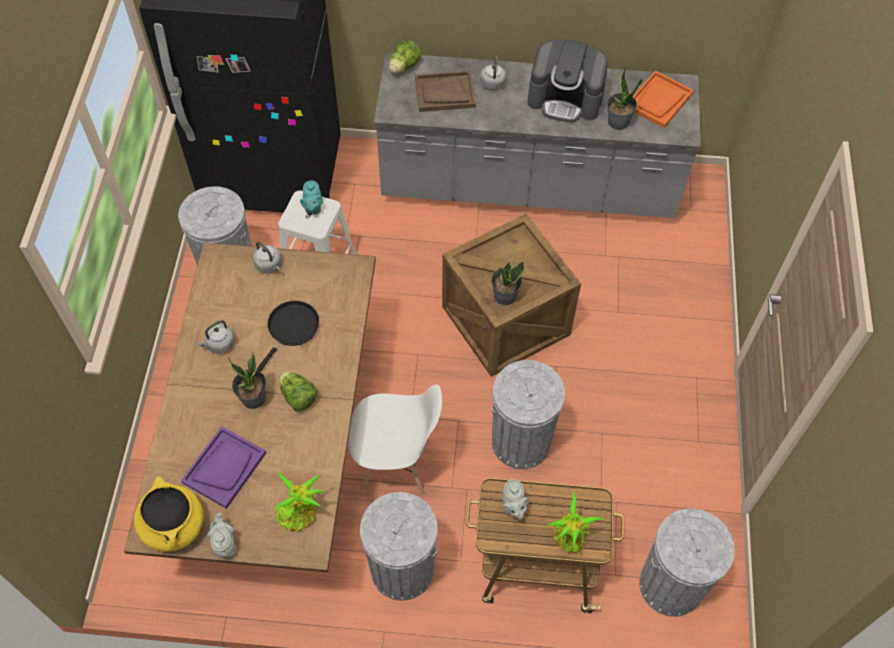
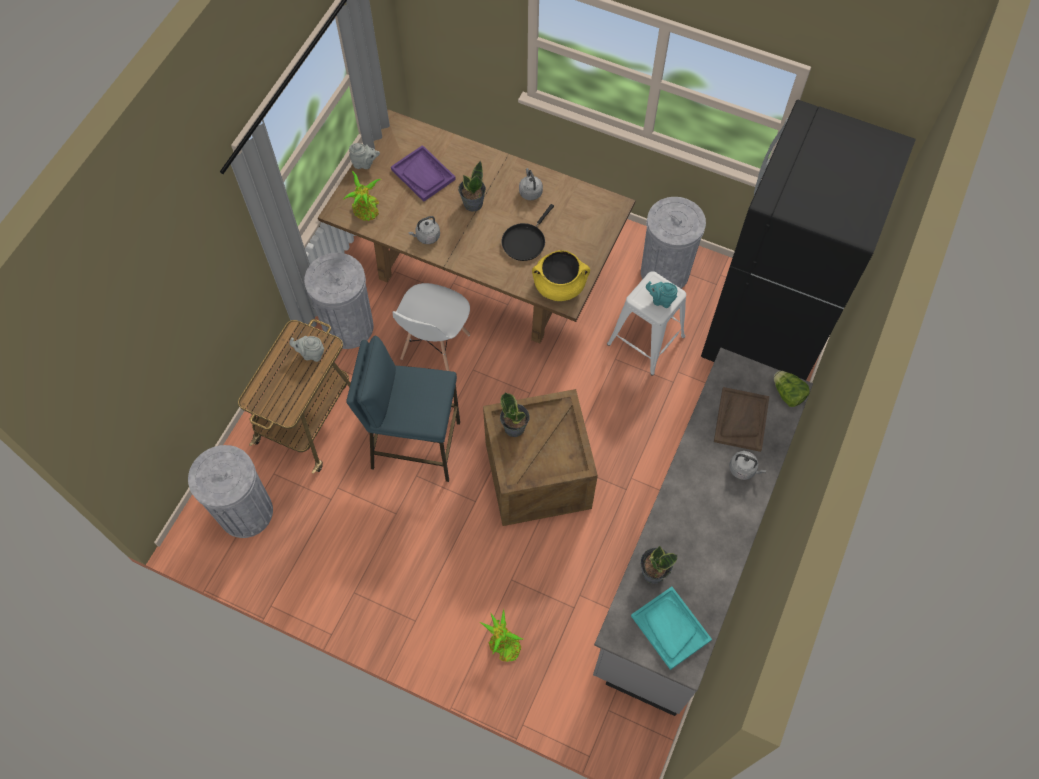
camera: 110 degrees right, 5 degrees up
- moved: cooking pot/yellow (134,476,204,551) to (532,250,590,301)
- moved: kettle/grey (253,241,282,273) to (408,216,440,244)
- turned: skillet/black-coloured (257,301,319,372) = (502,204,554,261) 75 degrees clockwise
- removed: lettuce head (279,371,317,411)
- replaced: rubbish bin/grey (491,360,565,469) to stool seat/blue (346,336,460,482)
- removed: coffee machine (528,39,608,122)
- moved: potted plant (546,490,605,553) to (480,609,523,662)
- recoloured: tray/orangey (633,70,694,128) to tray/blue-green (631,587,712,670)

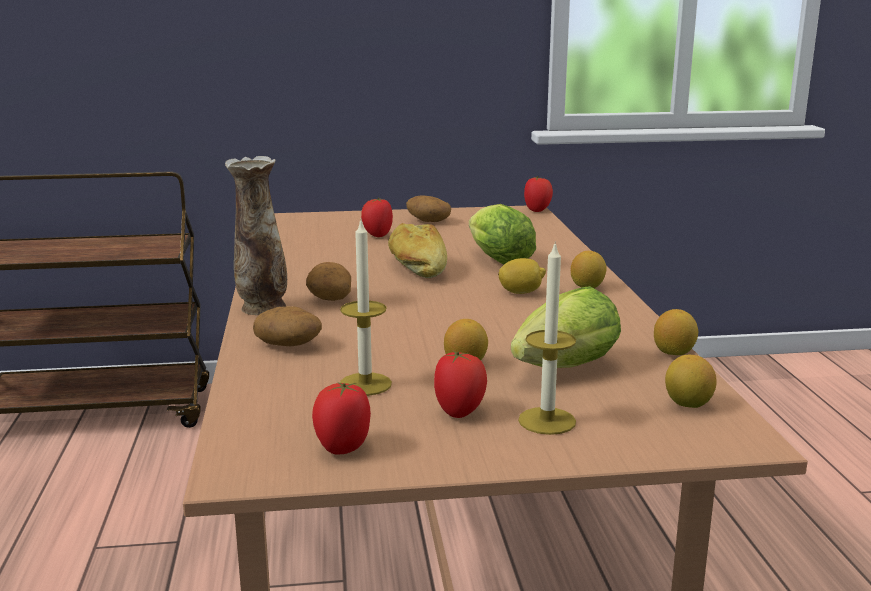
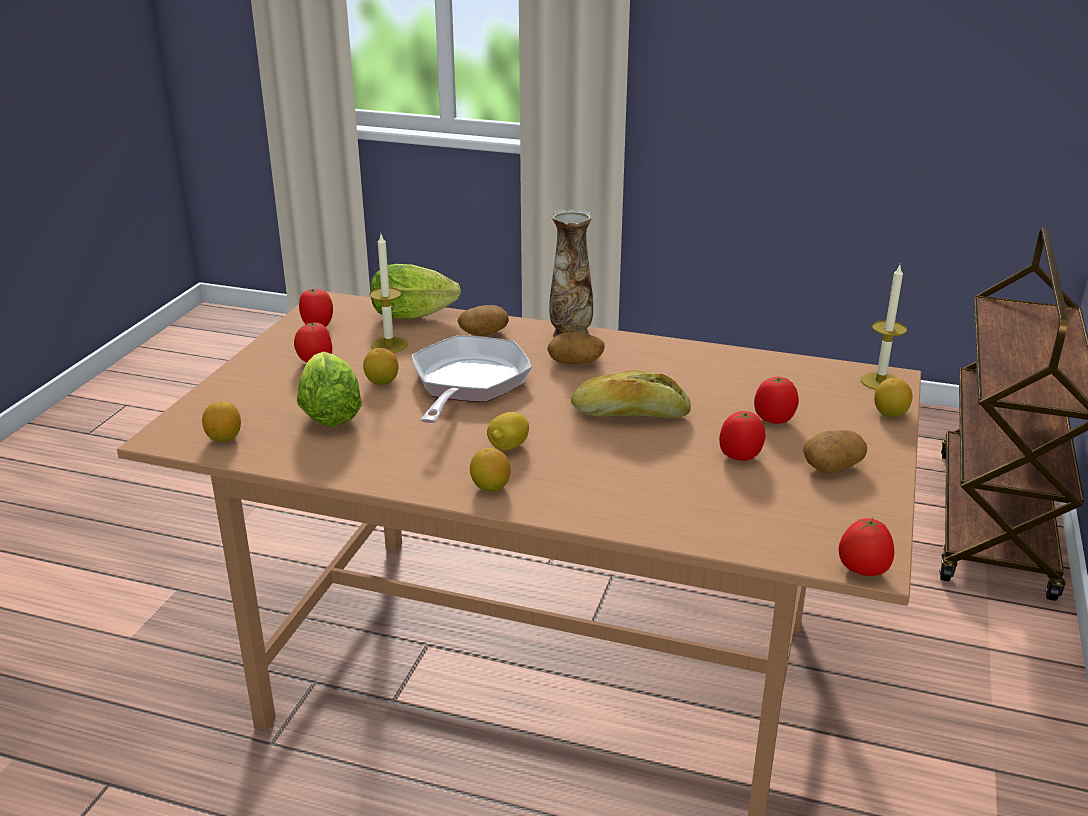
camera: 115 degrees right, 10 degrees up
- moved: lettuce head (469,204,536,265) to (370,264,461,319)
- moved: wax light (518,241,576,435) to (861,265,907,390)
- moved: whole lemon (654,309,698,355) to (874,378,913,417)
- added: skillet (412,335,532,423)
- added: fresh tomato (719,411,766,461)

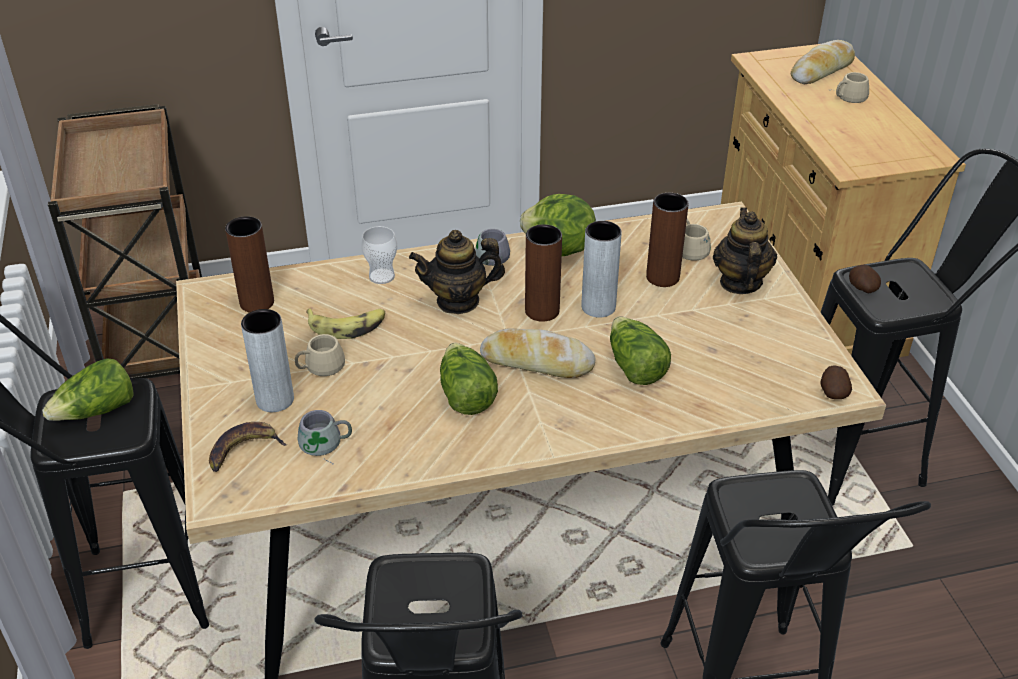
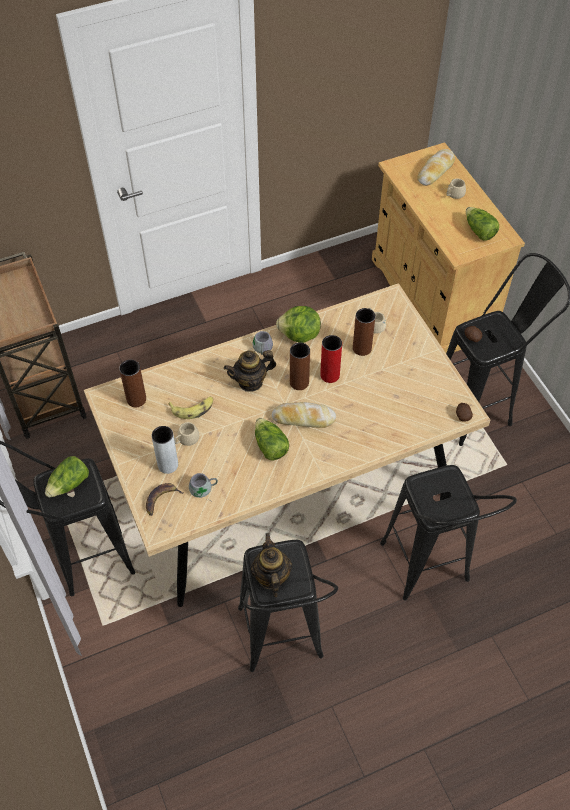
camera: 10 degrees left, 15 degrees up
- removed: cup (361,226,398,284)
- recoloured: decorative vase/grey (582,221,622,318) to decorative vase/red (320,335,342,383)
- moved: lettuce head (610,316,671,385) to (466,207,499,241)
- moved: tea pot (713,207,777,294) to (251,533,292,597)

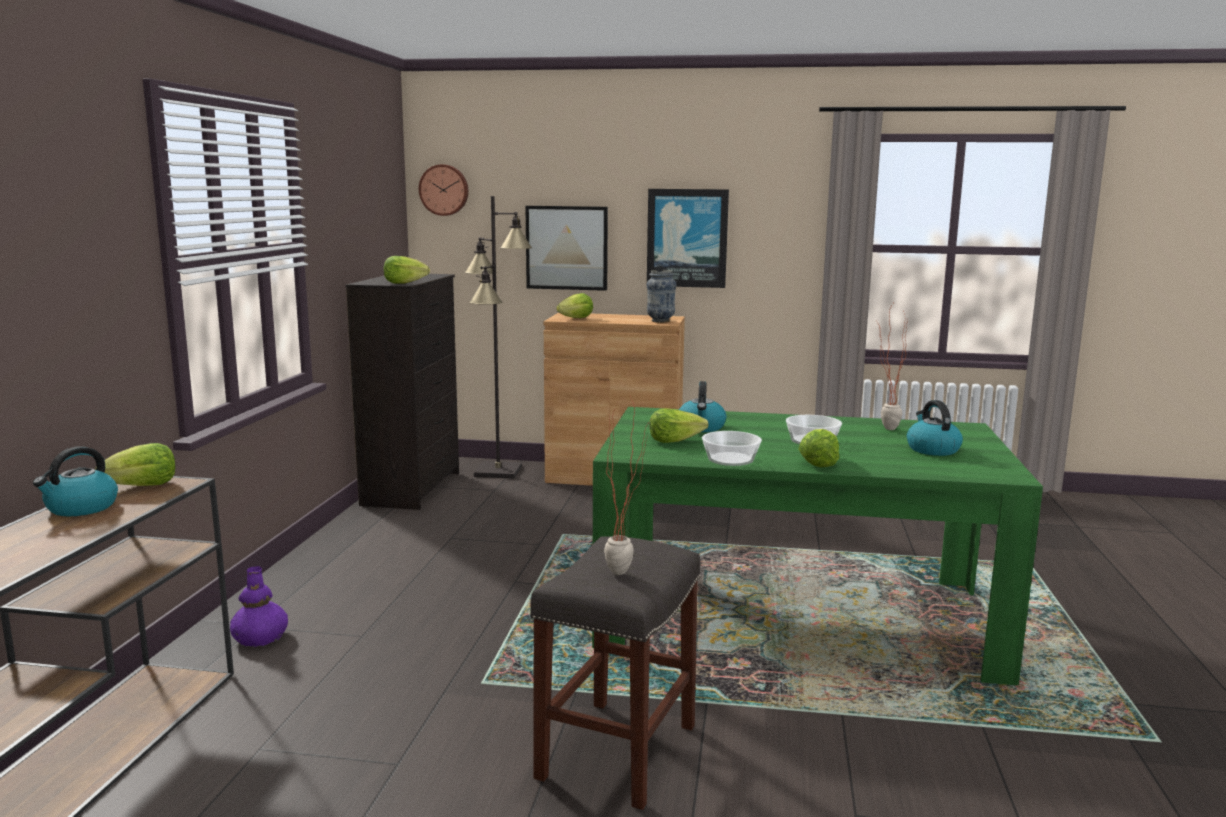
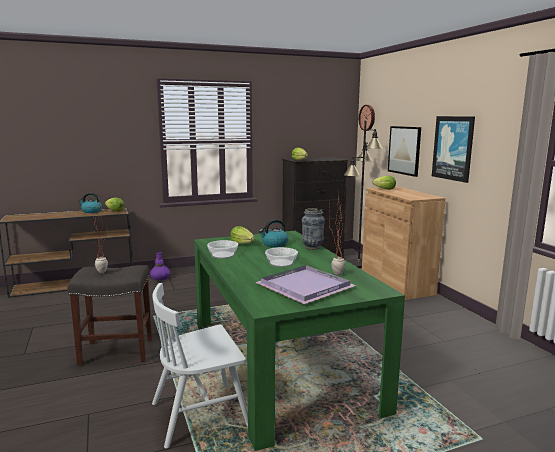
camera: 60 degrees right, 0 degrees up
- moved: decorative vase (647,270,677,323) to (302,208,325,250)
- removed: lettuce head (798,429,839,467)
- replaced: kettle (907,400,963,456) to tray/purplish (255,265,356,304)
- added: plain chair/white (152,283,248,448)

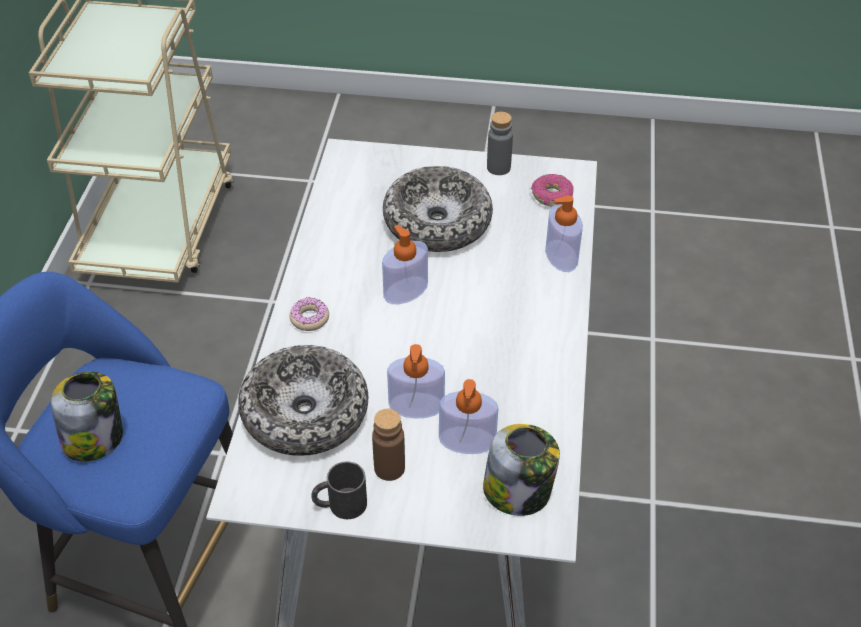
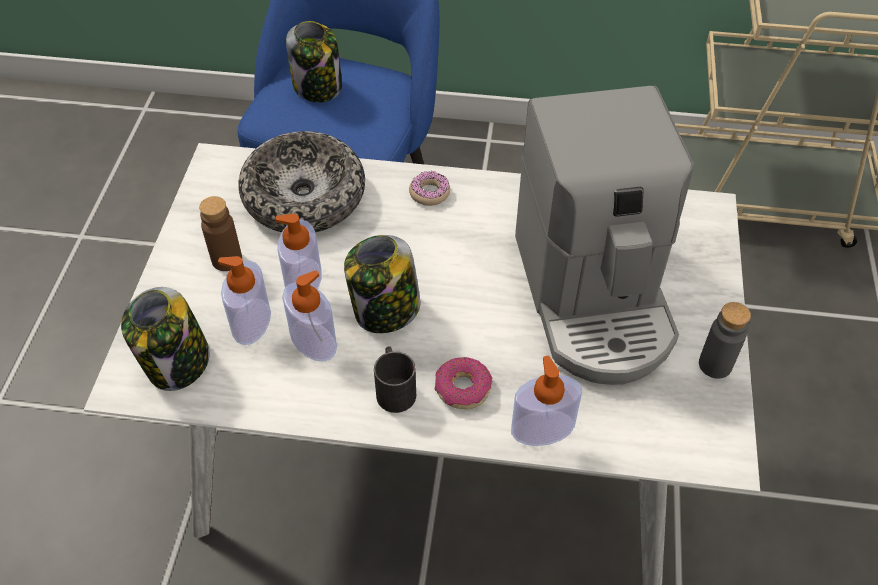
camera: 90 degrees right, 5 degrees up
- moved: coffee mug/black-coloured (311,461,367,519) to (374,346,416,413)
- moved: soap bottle (382,225,428,304) to (282,270,337,362)
- replaced: deep dish (383,166,493,252) to coffee machine (515,86,694,385)
- moved: donut (531,174,574,207) to (435,357,492,409)
- added: preserve jar (344,235,420,333)

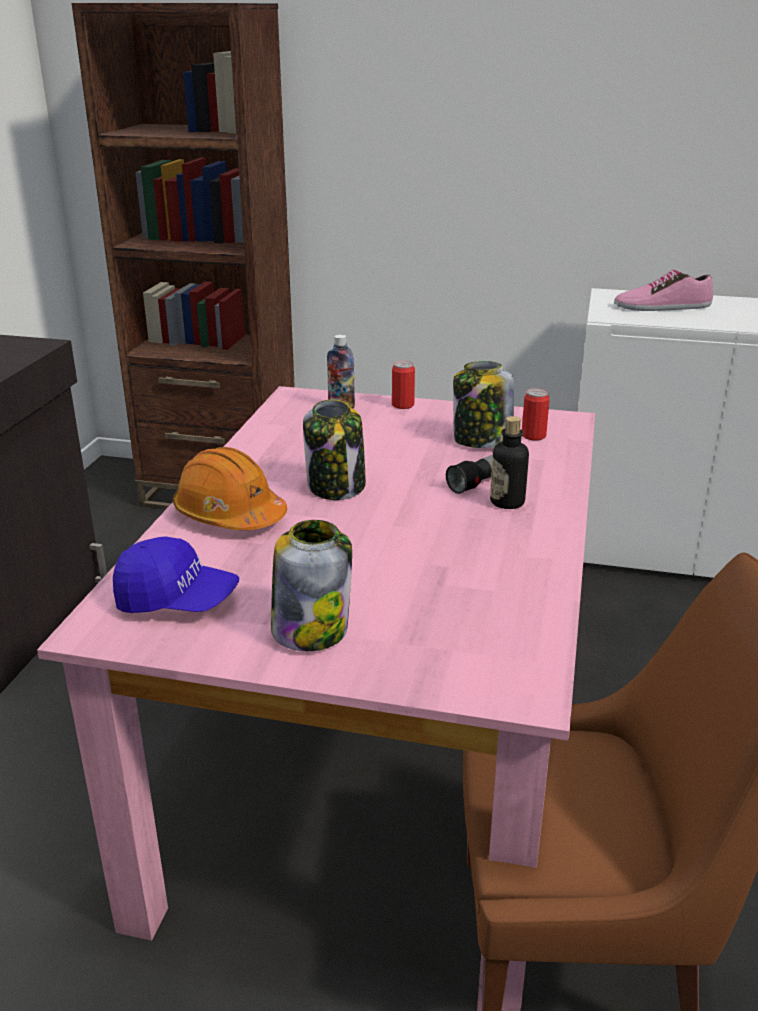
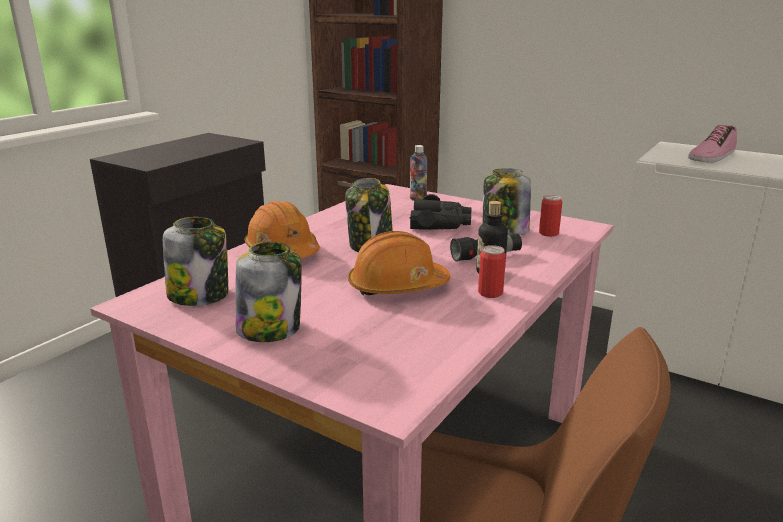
camera: 20 degrees right, 5 degrees down
- replaced: baseball cap/blue (113,536,239,613) to preserve jar (163,217,228,306)
- moved: sealed can (392,361,415,409) to (478,245,506,298)
- turned: shoe (614,270,713,311) = (688,125,737,163) 60 degrees counterclockwise
- added: work helmet/orangey (348,231,450,295)
- added: field glasses/black-coloured (410,194,471,230)

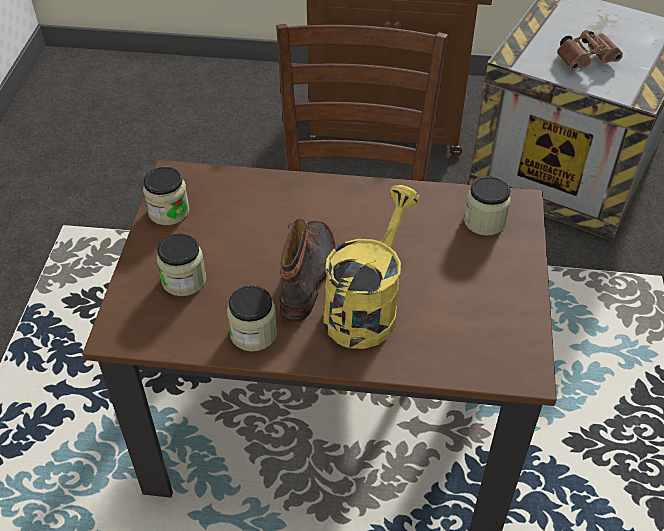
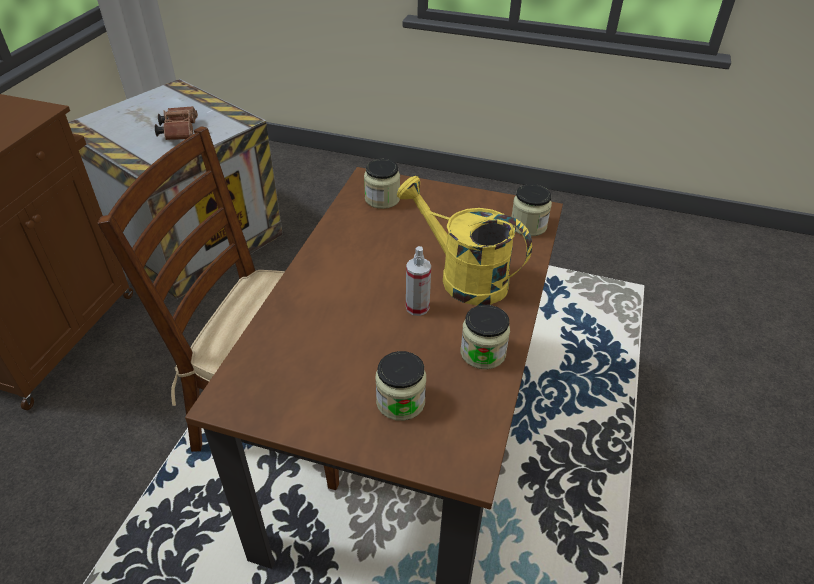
camera: 80 degrees left, 5 degrees down
- moved: preserve jar (143,167,190,225) to (511,184,552,236)
- replaced: high-top boot (279,219,336,322) to sprayer (406,246,431,316)

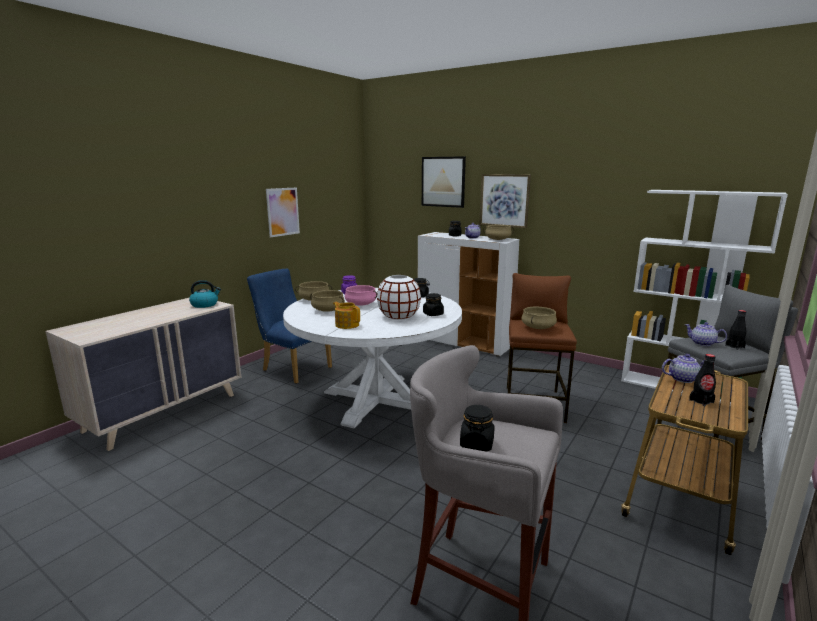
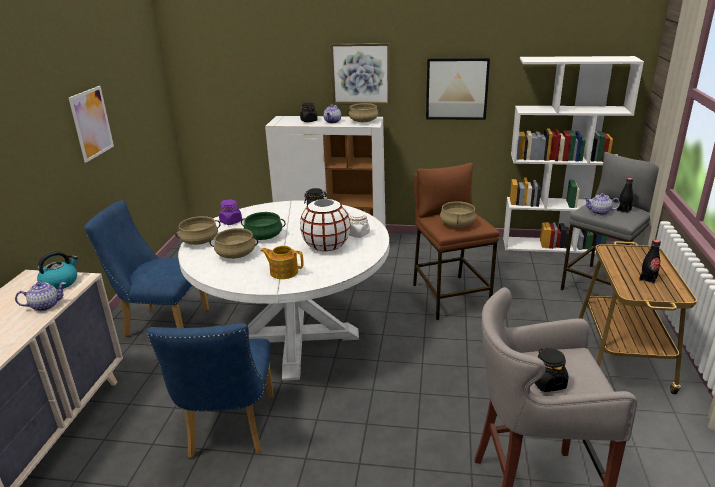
camera: 25 degrees left, 10 degrees up
- recoloured: cooking pot/pink-coloured (345,285,377,306) to cooking pot/greenish (241,212,286,240)
- moved: wall picture (422,156,466,208) to (426,58,490,120)
- recoloured: preserve jar/black-coloured (423,293,444,316) to preserve jar/white (348,211,370,238)
- moved: tea pot (662,354,704,383) to (15,282,66,311)
- added: plain chair/blue (146,323,273,458)

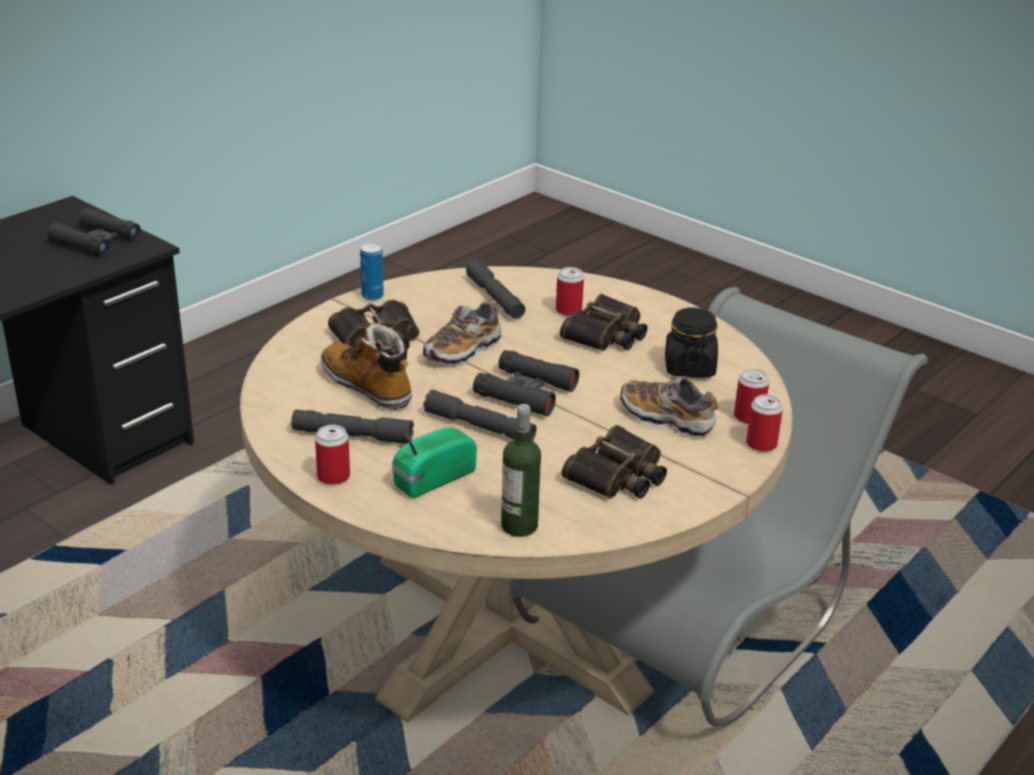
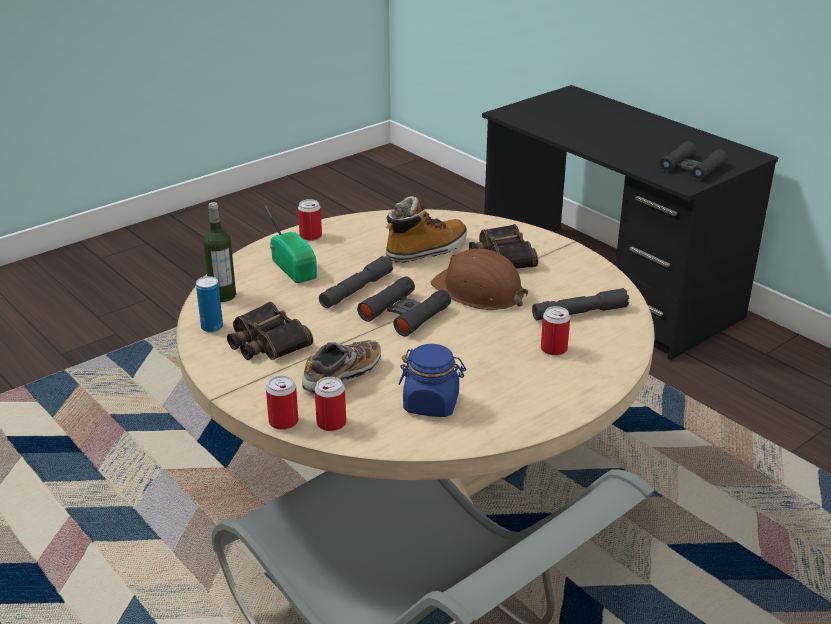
camera: 100 degrees right, 0 degrees up
- removed: flashlight/grey (291,410,414,444)
- moved: sealed can (360,243,384,300) to (196,276,223,333)
- replaced: shoe (423,301,502,365) to work helmet/brownish (431,249,528,310)
- removed: field glasses (560,294,647,351)
- recoloured: preserve jar/black-coloured (665,307,718,378) to preserve jar/blue (398,344,466,417)

